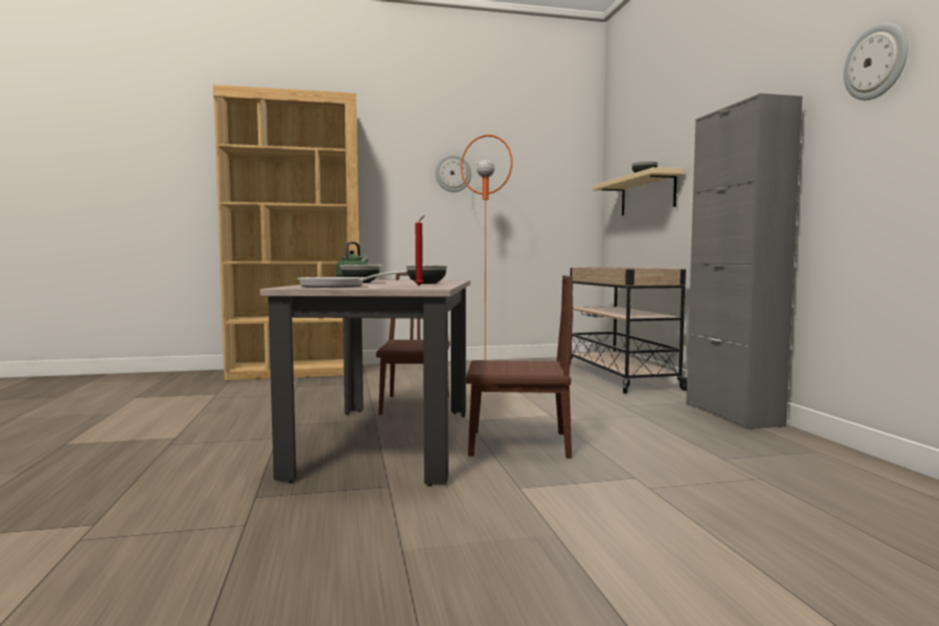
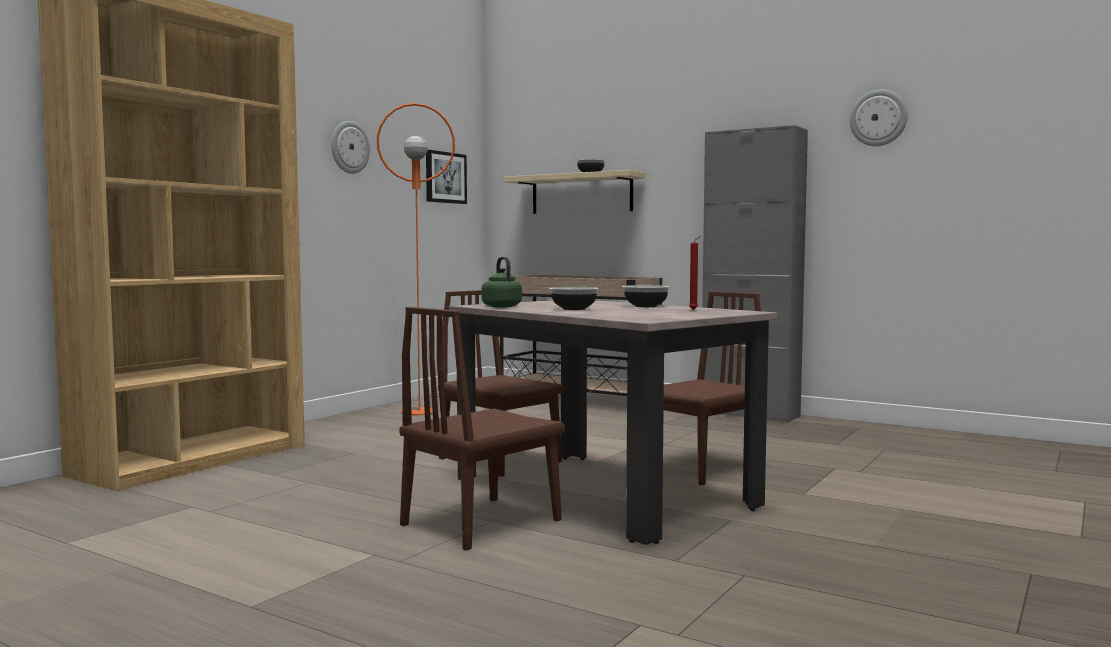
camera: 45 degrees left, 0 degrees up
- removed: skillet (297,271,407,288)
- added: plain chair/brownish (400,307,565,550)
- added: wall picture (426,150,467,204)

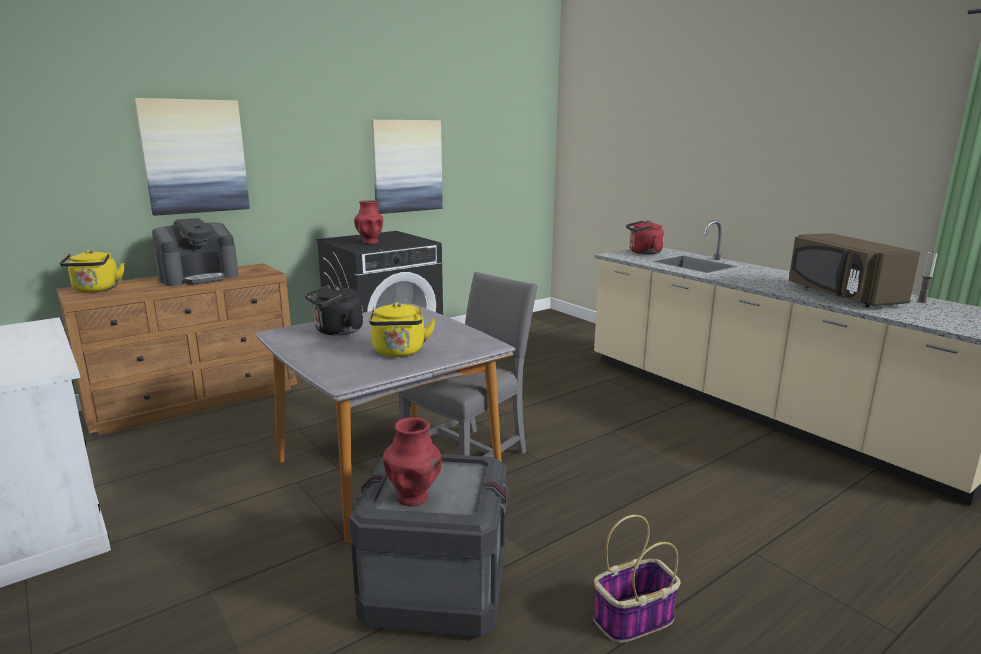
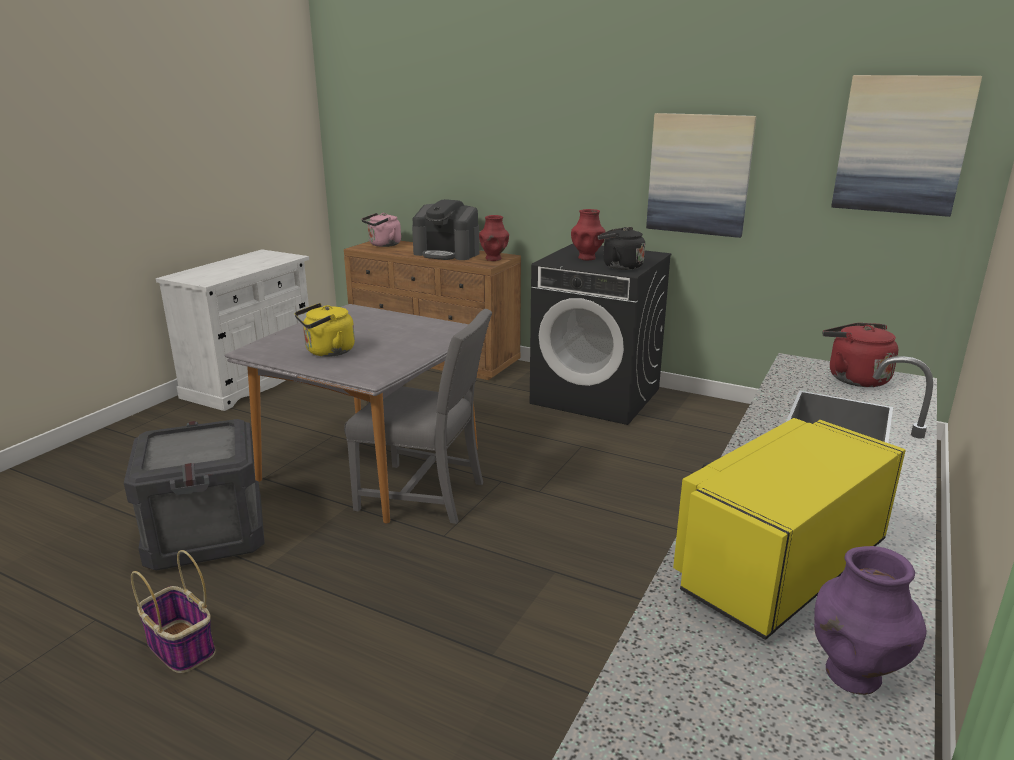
camera: 65 degrees right, 5 degrees up
- recoloured: kettle/yellow (60,250,125,293) to kettle/pink-coloured (361,213,401,247)
- moved: wall picture (134,98,250,216) to (831,75,982,217)
- moved: kettle/black-coloured (304,285,363,336) to (597,227,645,270)
- moved: decorative vase/red (383,417,442,507) to (479,215,509,261)
- recoloured: microwave/brownish (789,233,920,307) to microwave/yellow (673,418,906,640)
- replaced: wax light (917,252,938,303) to decorative vase/purplish (814,546,926,695)

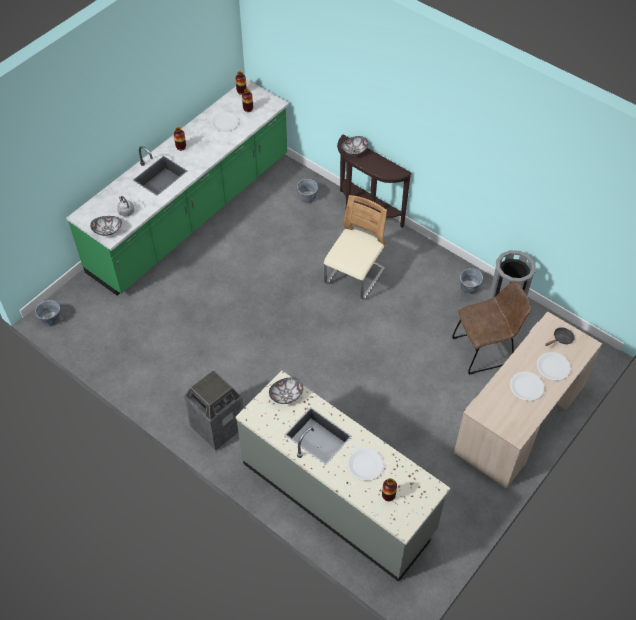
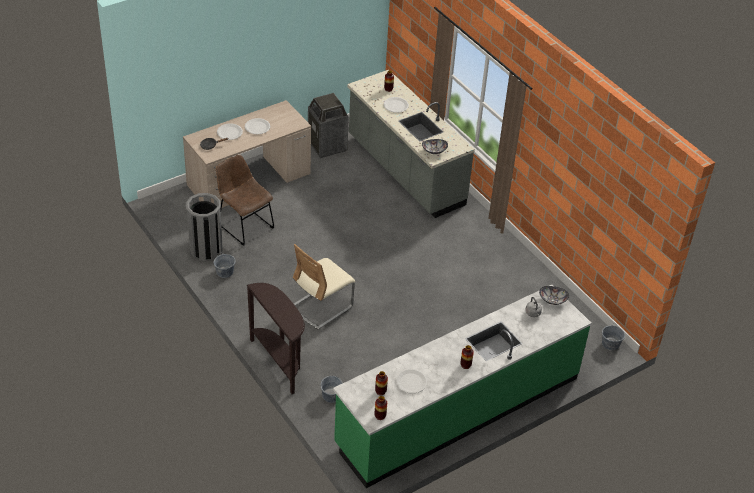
camera: 165 degrees left, 10 degrees down
- moved: rubbish bin (183,370,244,451) to (308,93,349,158)
- removed: deep dish (341,136,369,156)
- turned: plain chair/brownish (452,281,531,375) = (216,155,274,246) 45 degrees clockwise

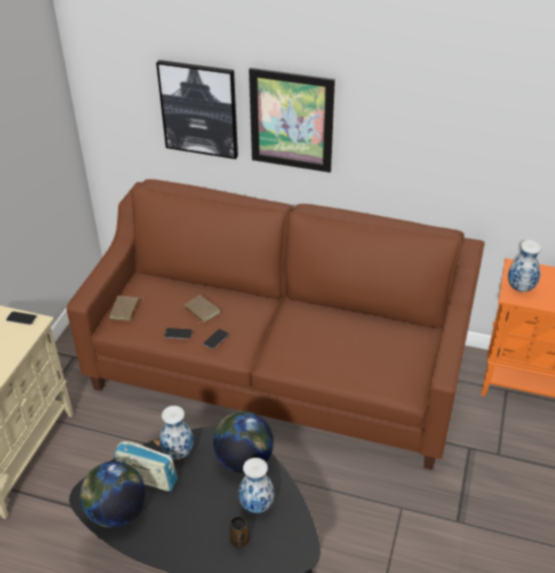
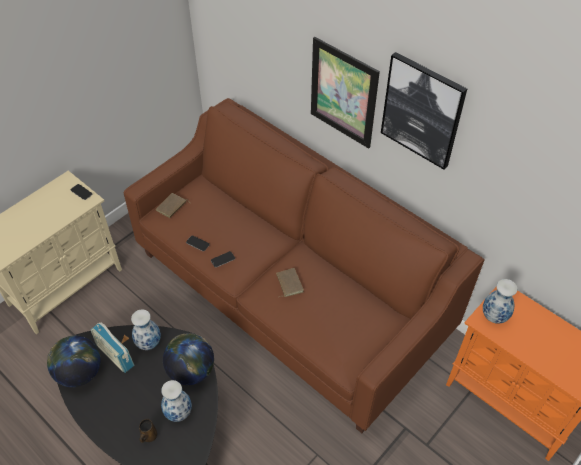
camera: 25 degrees right, 10 degrees up
- moved: wall picture (156,60,238,159) to (381,52,467,170)
- moved: bound book/brownish (184,295,220,323) to (276,268,304,297)

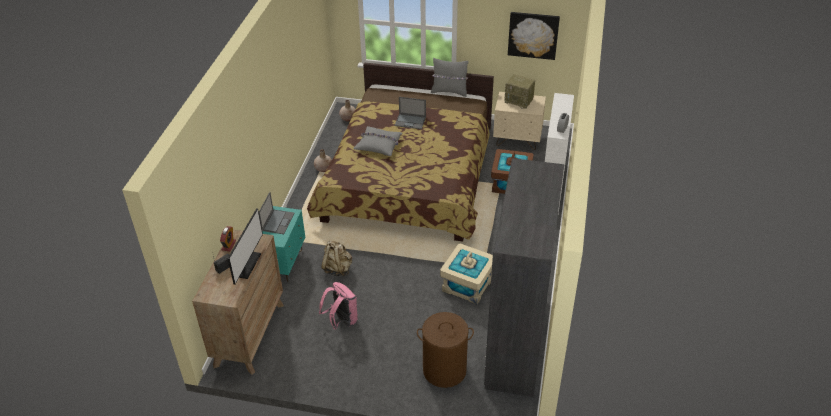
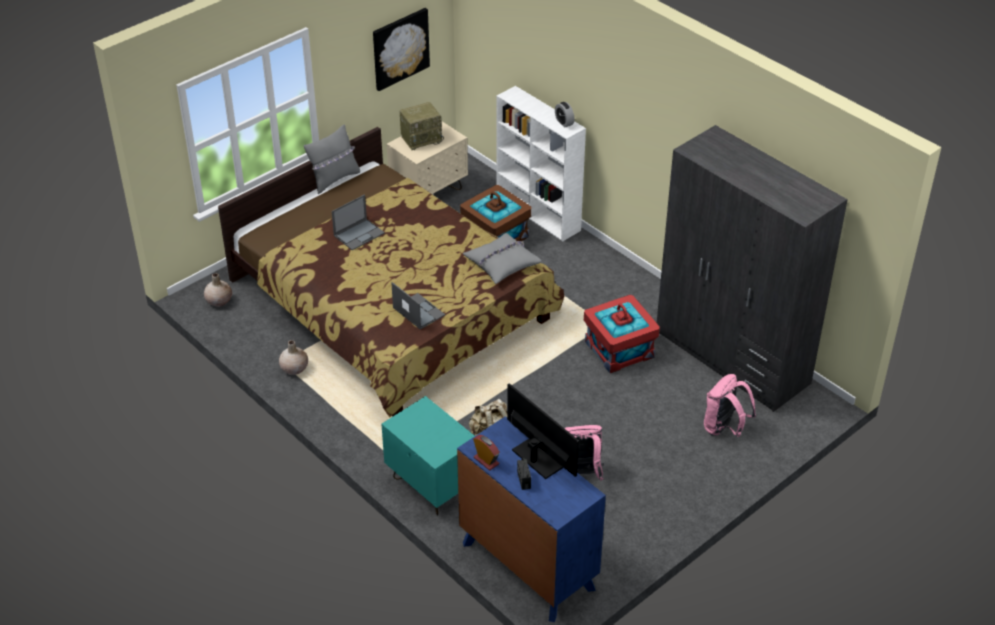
camera: 55 degrees left, 0 degrees up
- recoloured: chest of drawers/brownish (192,230,284,375) to chest of drawers/blue (457,416,606,622)
- moved: notebook computer (259,192,295,234) to (391,282,445,330)
- moved: throw pillow/grey (353,126,403,156) to (463,233,542,284)
- replaced: laundry basket/brownish (417,312,474,388) to rucksack/pink-coloured (704,374,756,437)
- recoloured: storage bin/beige-coloured (440,243,493,304) to storage bin/red (584,295,660,373)

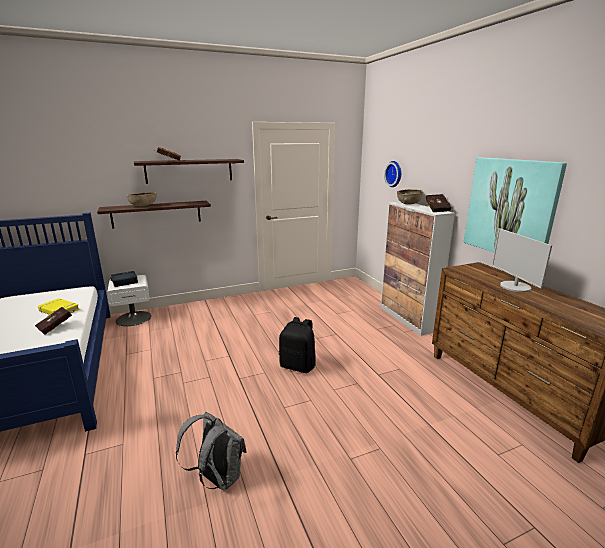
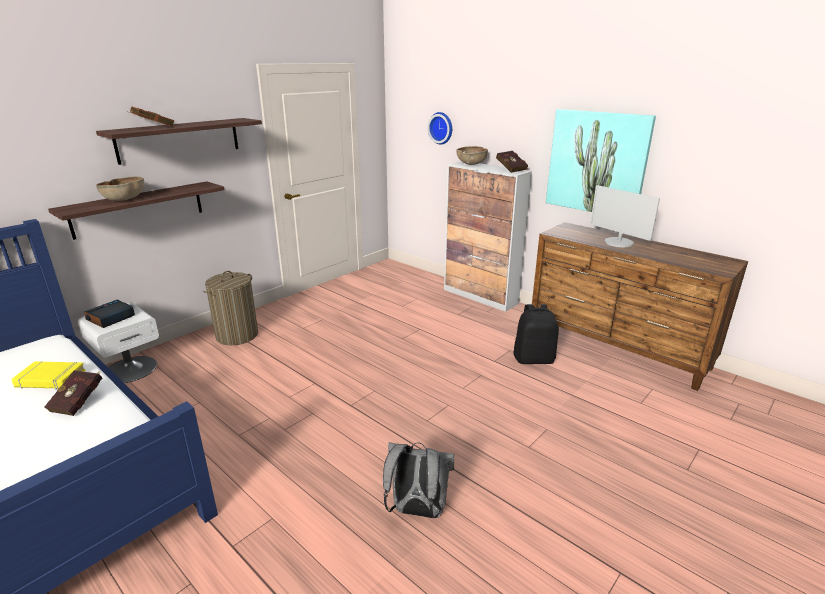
camera: 25 degrees left, 5 degrees up
- moved: rucksack/black-coloured (279,317,316,373) to (513,304,559,364)
- added: laundry basket (203,271,258,345)

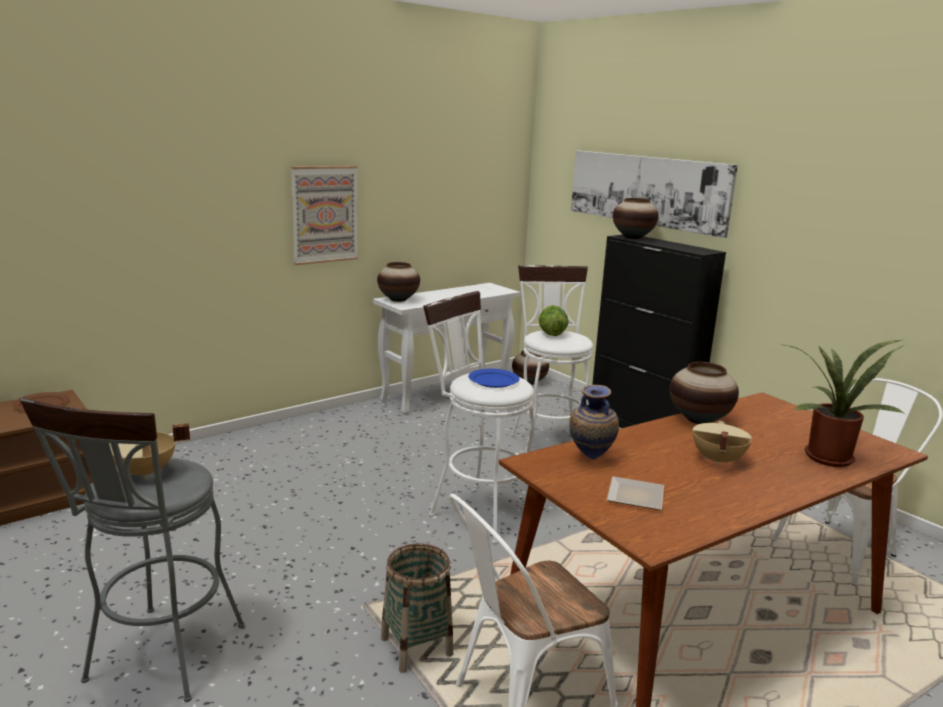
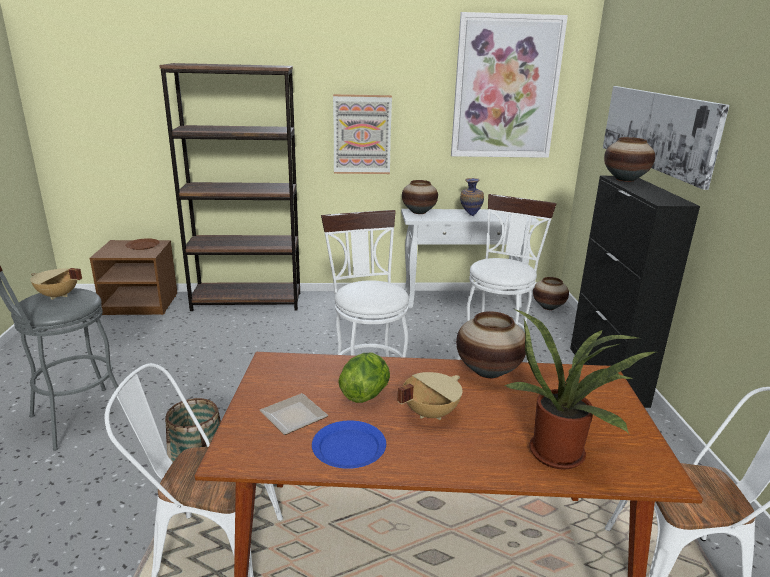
camera: 35 degrees right, 5 degrees up
- moved: plate/blue (469,369,520,388) to (312,420,386,469)
- moved: lettuce head (539,305,568,336) to (338,353,390,403)
- moved: decorative vase (570,385,619,459) to (460,178,484,216)
- added: bookcase/brownish (159,63,300,311)
- added: wall picture (451,12,568,158)

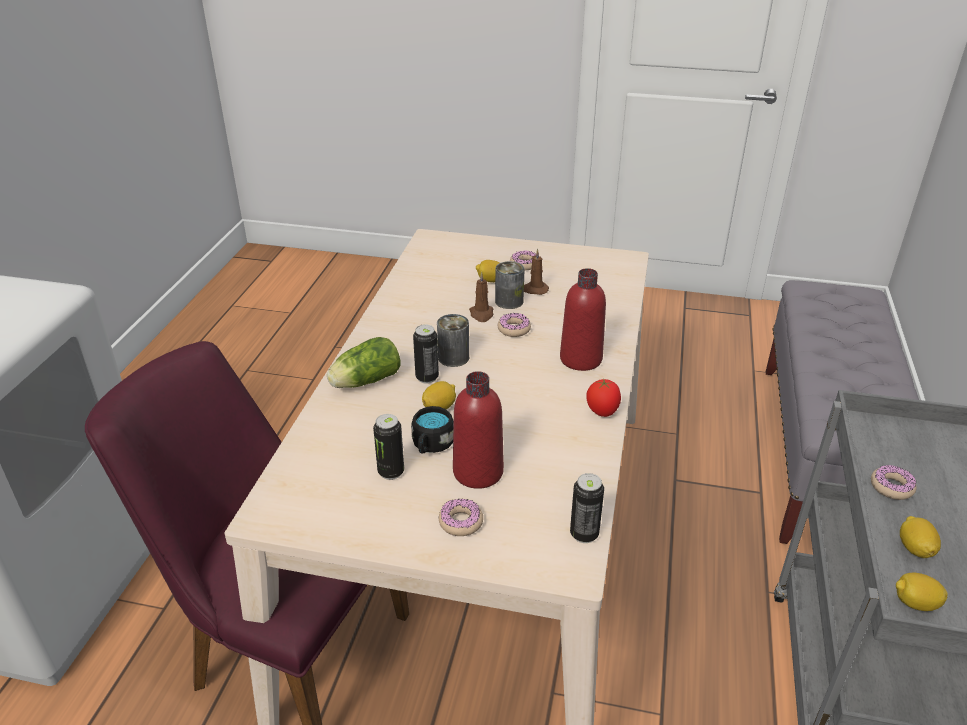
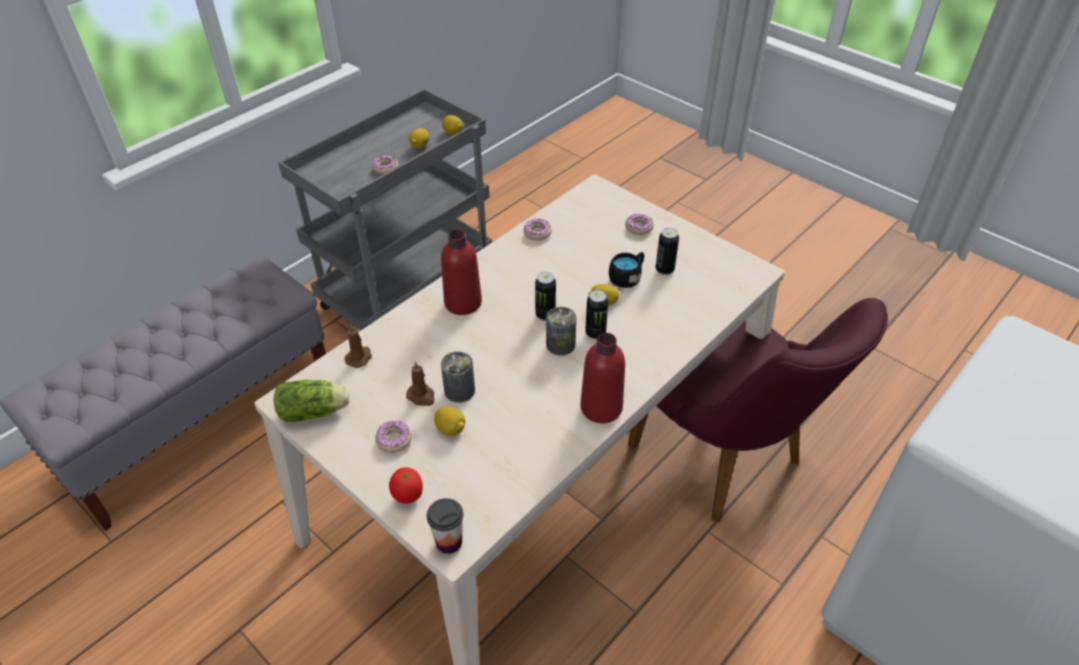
camera: 150 degrees left, 10 degrees up
- moved: lettuce head (327,337,400,388) to (274,380,350,422)
- moved: beverage bottle/red (453,371,504,489) to (580,333,625,423)
- moved: wax light/brownish (469,272,493,322) to (344,324,372,368)
- moved: donut (498,313,531,337) to (523,219,552,241)
- moved: sealed can (570,473,604,543) to (535,272,556,321)
- moved: fresh tomato (587,378,621,417) to (389,467,423,504)
- added: cup (427,498,463,554)

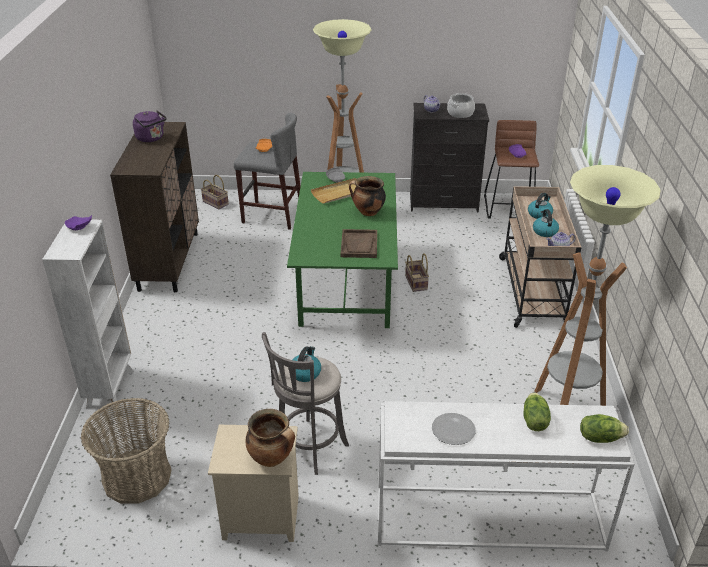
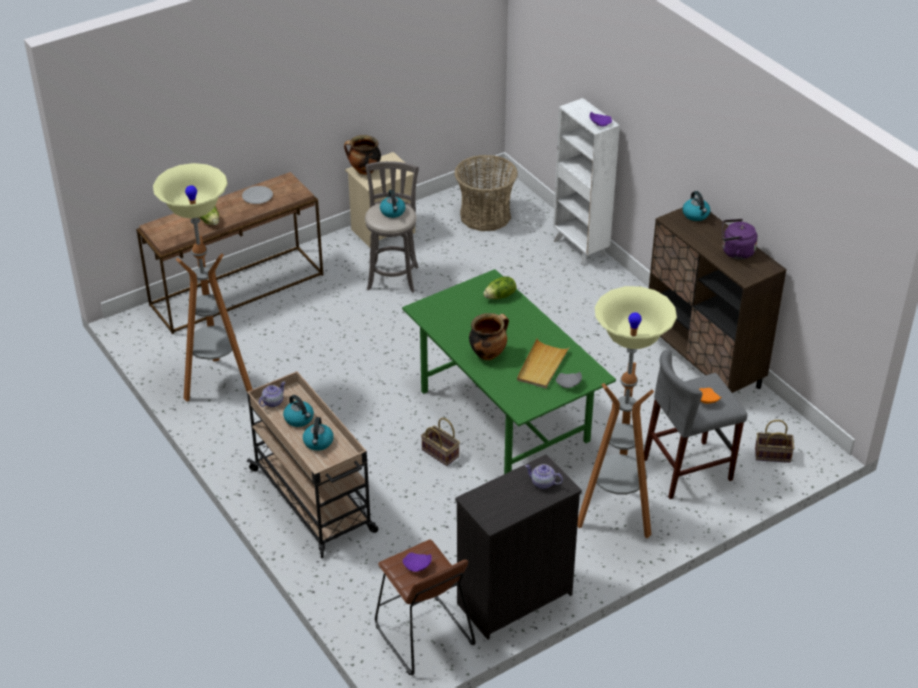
camera: 145 degrees right, 5 degrees up
- removed: tray/brownish (341,229,377,258)
- recoloured: console table/white (378,401,634,551) to console table/brownish (136,172,323,334)
- removed: cooking pot (447,93,475,118)
- moved: lettuce head (580,414,629,443) to (483,276,516,299)
- added: kettle (682,191,710,221)

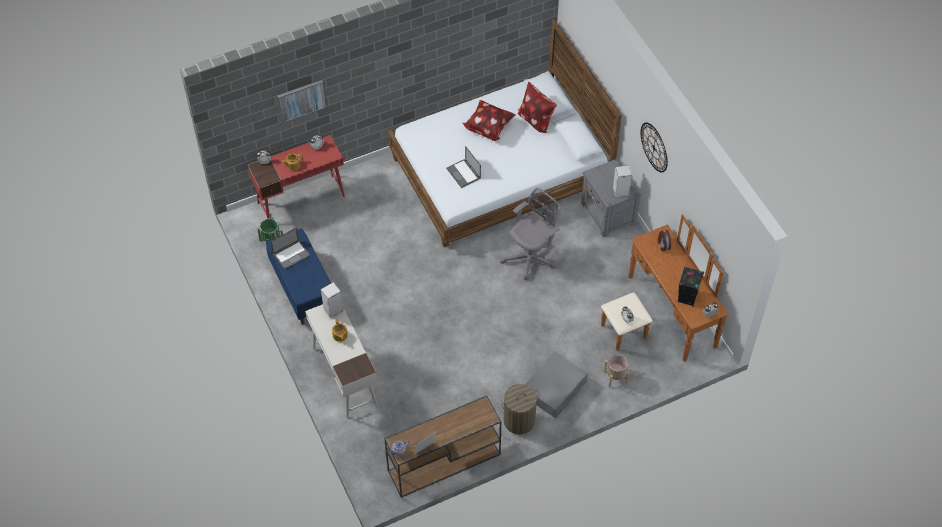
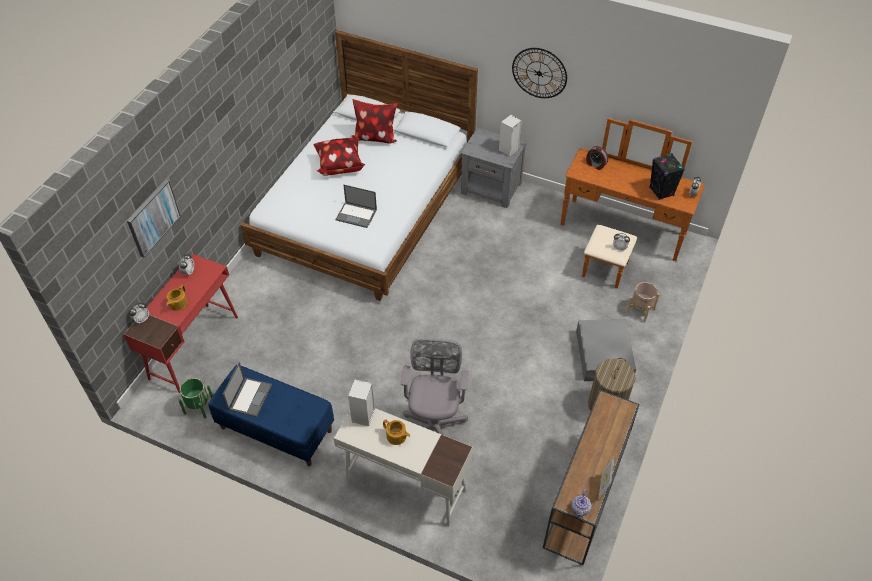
camera: 40 degrees left, 5 degrees down
- moved: desk chair/grey (500,188,561,280) to (401,339,469,436)

